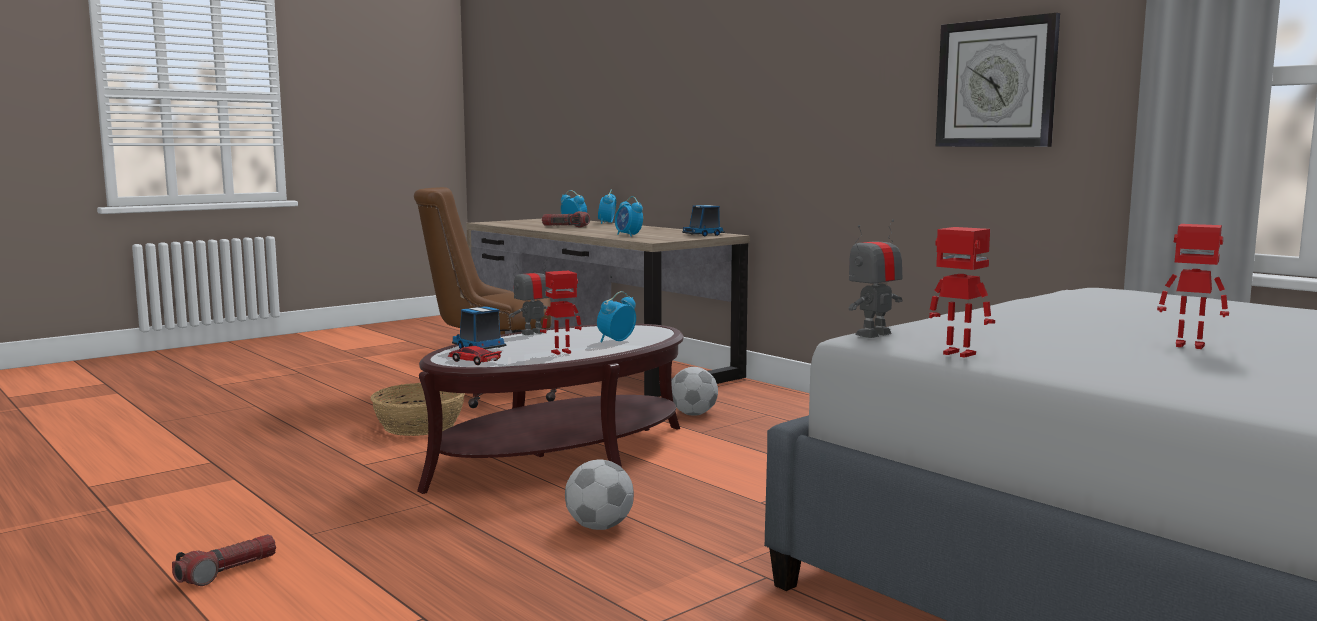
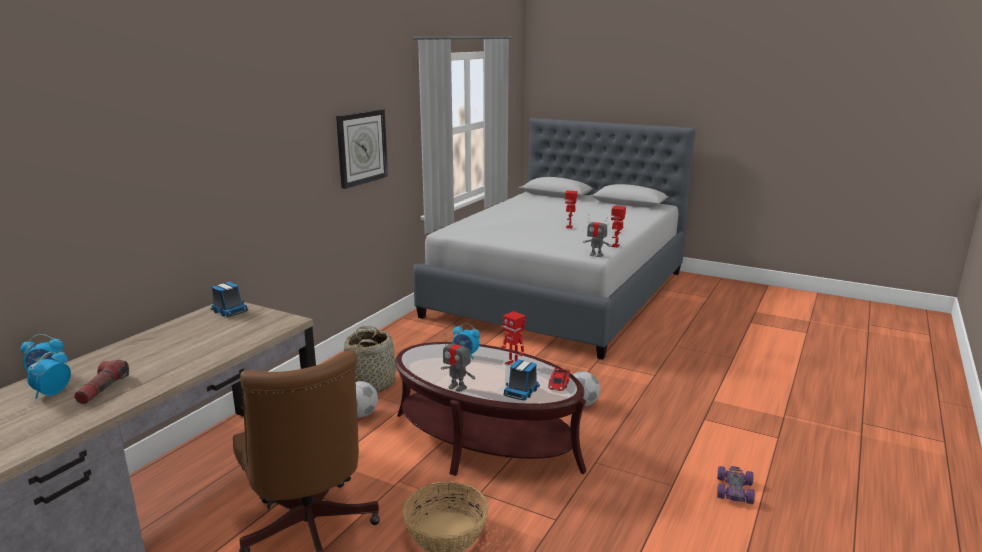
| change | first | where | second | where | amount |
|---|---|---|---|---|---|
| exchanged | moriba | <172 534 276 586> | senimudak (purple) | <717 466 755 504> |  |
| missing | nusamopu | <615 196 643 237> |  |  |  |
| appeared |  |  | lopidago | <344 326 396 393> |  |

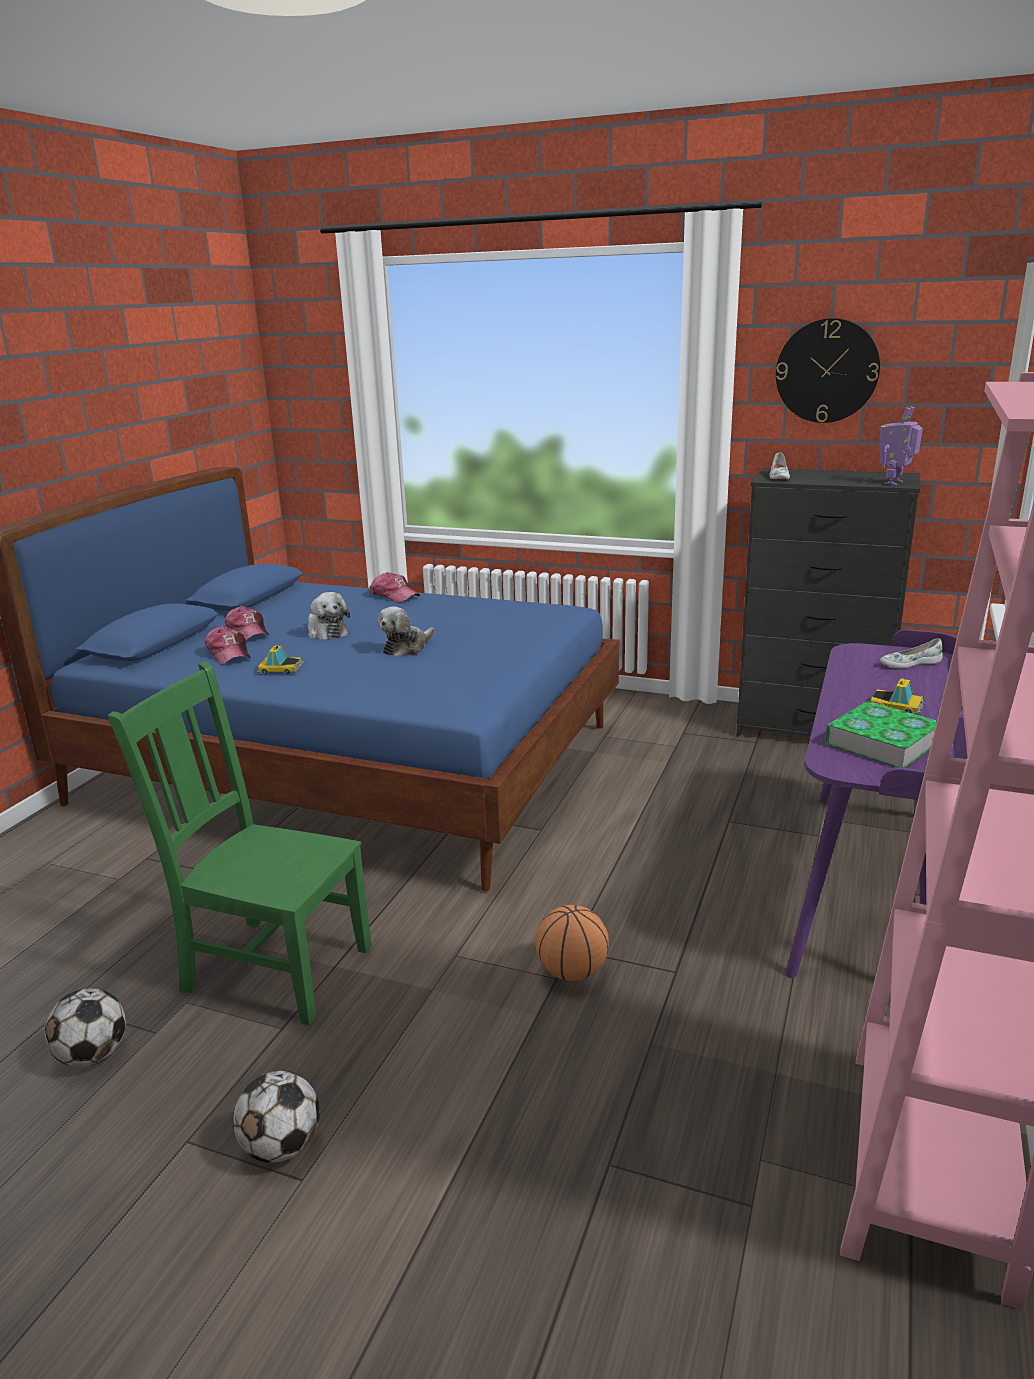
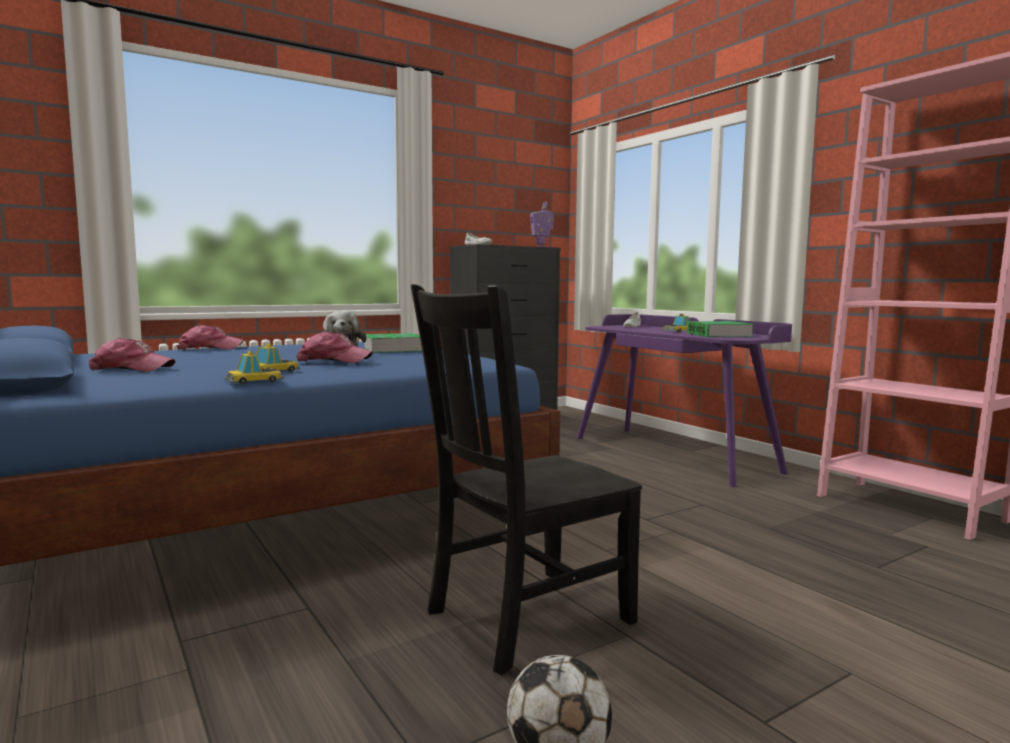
| change | first | where | second | where | amount |
|---|---|---|---|---|---|
| colour | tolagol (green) | <108 661 372 1026> | tolagol (black) | <411 284 642 675> |  |
| relocated | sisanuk | <205 626 251 664> |  | <296 331 373 363> |  |
| missing | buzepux | <233 1070 320 1163> |  |  |  |
| missing | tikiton | <308 592 350 640> |  |  |  |
| missing | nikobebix | <535 905 609 981> |  |  |  |
| missing | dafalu | <776 318 880 423> |  |  |  |
| appeared |  |  | senimudak | <224 351 284 384> |  |
| appeared |  |  | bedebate | <364 333 422 353> |  |

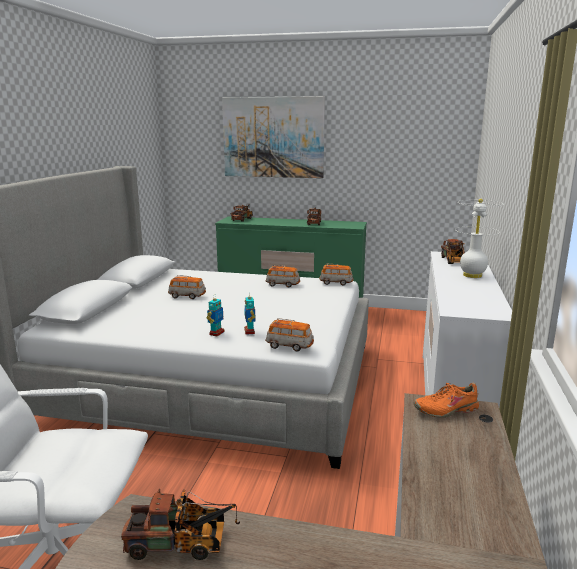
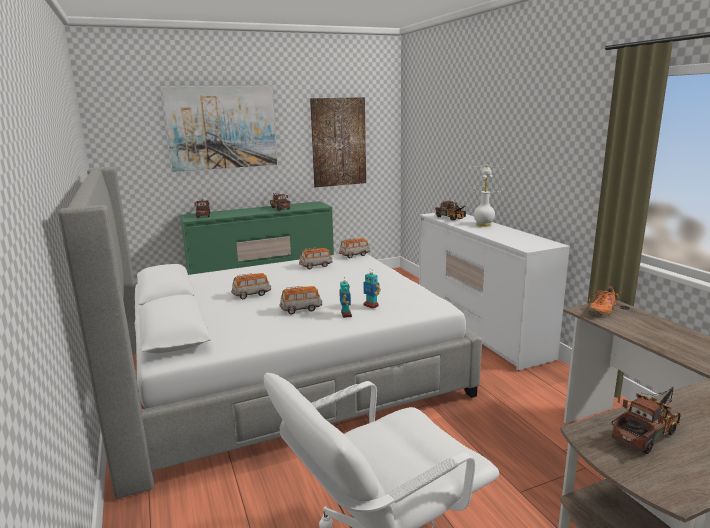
| change | first | where | second | where | amount |
|---|---|---|---|---|---|
| relocated | senimudak | <265 318 314 351> |  | <280 286 322 314> |  |
| appeared |  |  | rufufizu | <310 97 366 187> |  |

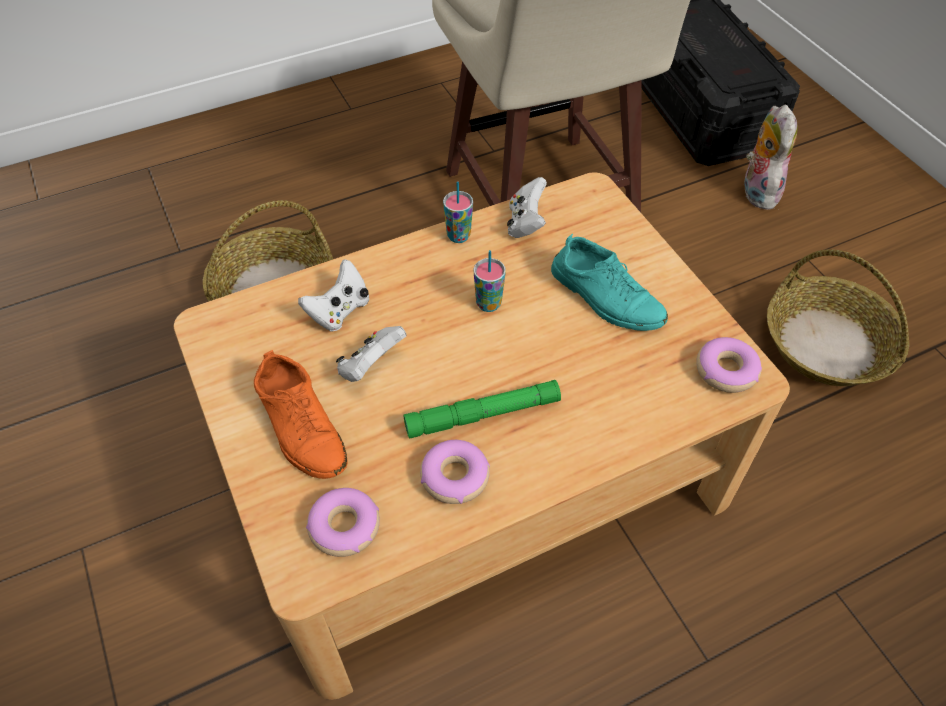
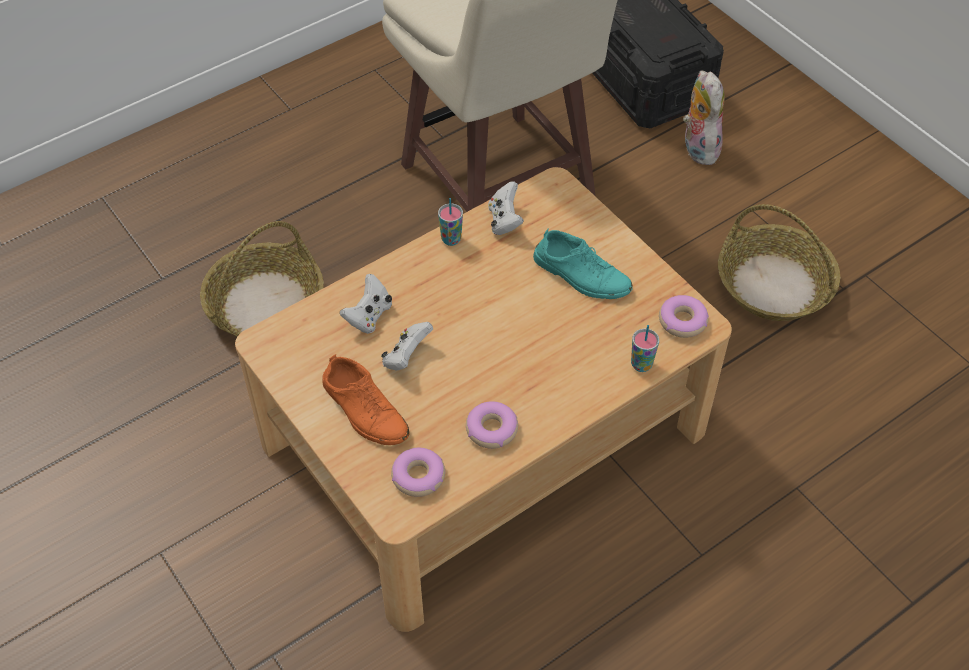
| change | first | where | second | where | amount |
|---|---|---|---|---|---|
| missing | moriba (green) | <403 380 561 439> |  |  |  |
| relocated | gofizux | <474 250 506 312> |  | <631 325 659 372> |  |

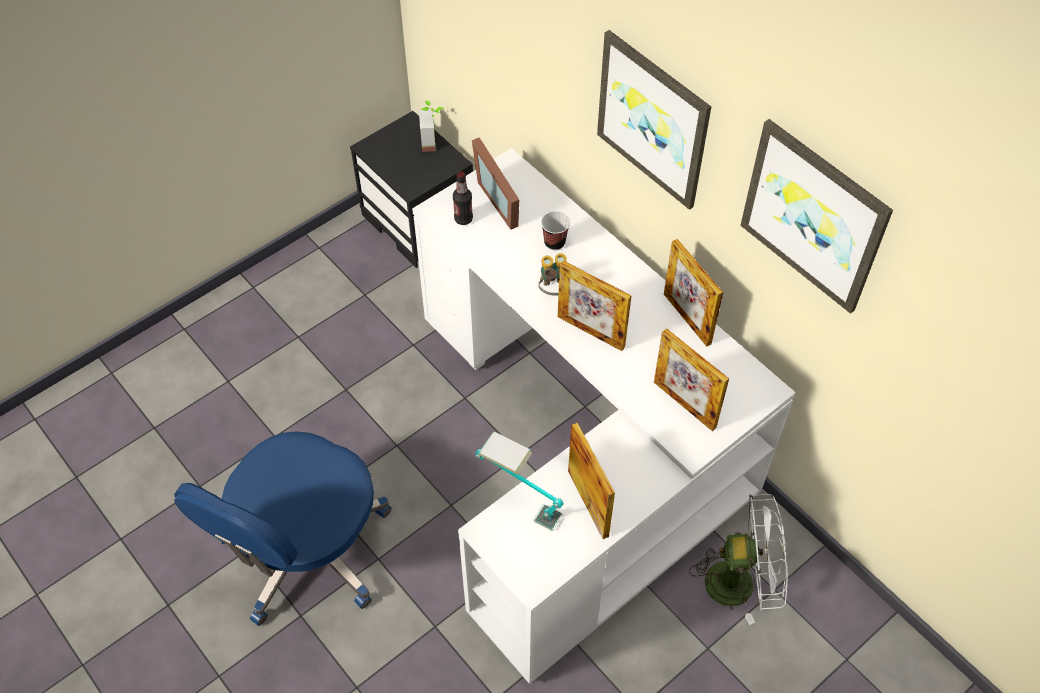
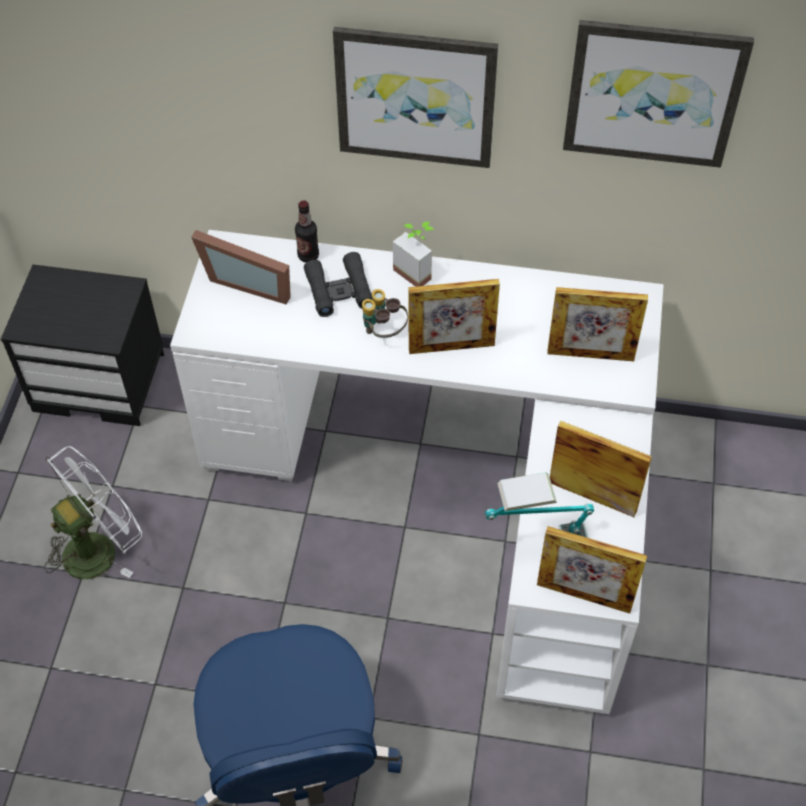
| change | first | where | second | where | amount |
|---|---|---|---|---|---|
| relocated | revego | <419 101 444 152> |  | <393 221 434 287> |  |
| relocated | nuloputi | <453 171 473 225> |  | <295 200 319 263> |  |
| exchanged | gofizux | <541 211 570 251> | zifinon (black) | <304 252 372 317> |  |
| relocated | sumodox | <664 239 723 347> |  | <537 526 647 614> |  |
| relocated | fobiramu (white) | <689 494 788 625> |  | <44 446 142 579> |  |

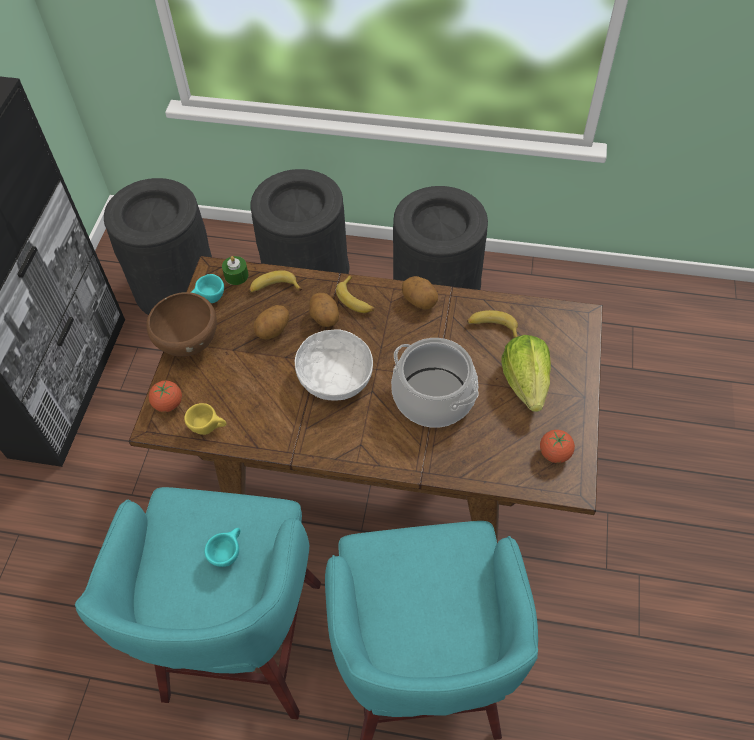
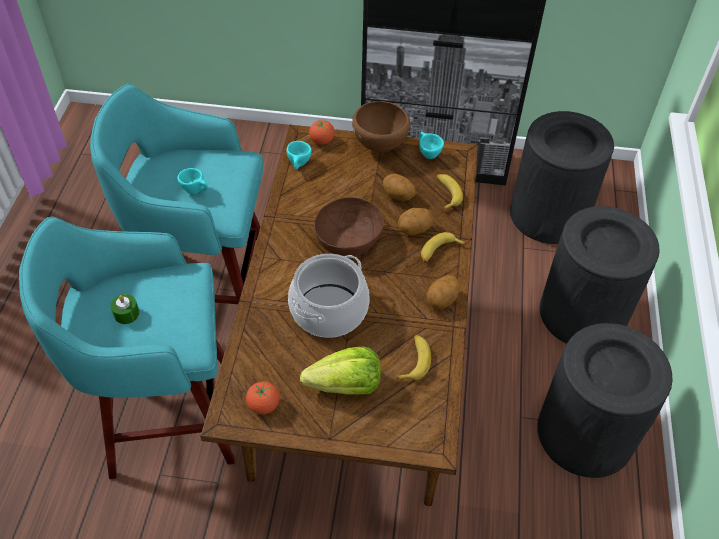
| change | first | where | second | where | amount |
|---|---|---|---|---|---|
| colour | gofizux (yellow) | <184 403 227 435> | gofizux (turquoise) | <287 141 312 169> |  |
| relocated | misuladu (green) | <222 256 249 285> |  | <111 294 139 324> |  |
| colour | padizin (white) | <295 329 373 401> | padizin (brown) | <314 197 384 256> |  |

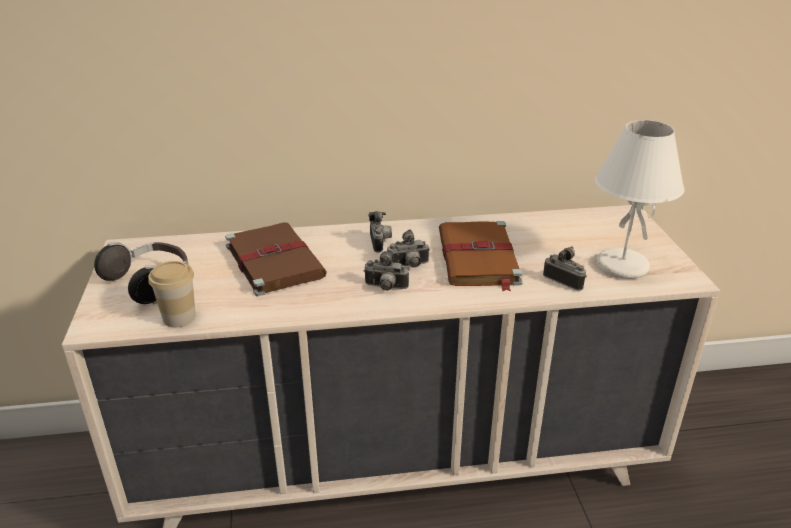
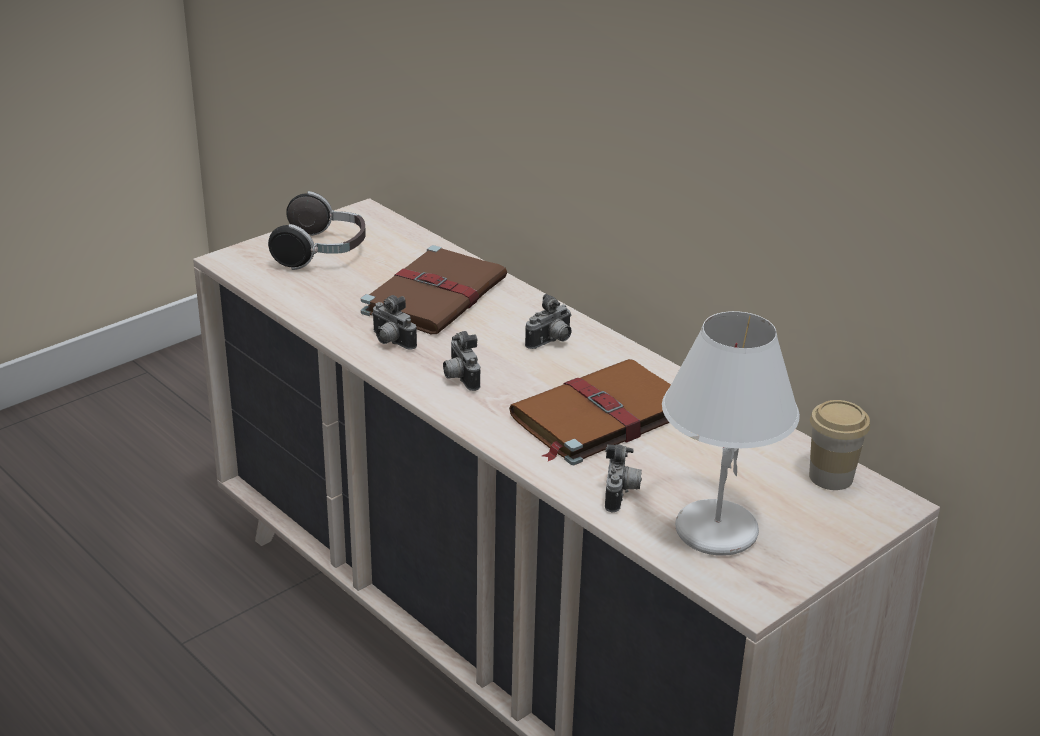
| change | first | where | second | where | amount |
|---|---|---|---|---|---|
| relocated | gofizux | <148 261 196 327> |  | <809 400 870 490> |  |
| relocated | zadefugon | <387 230 430 268> |  | <372 295 417 350> |  |

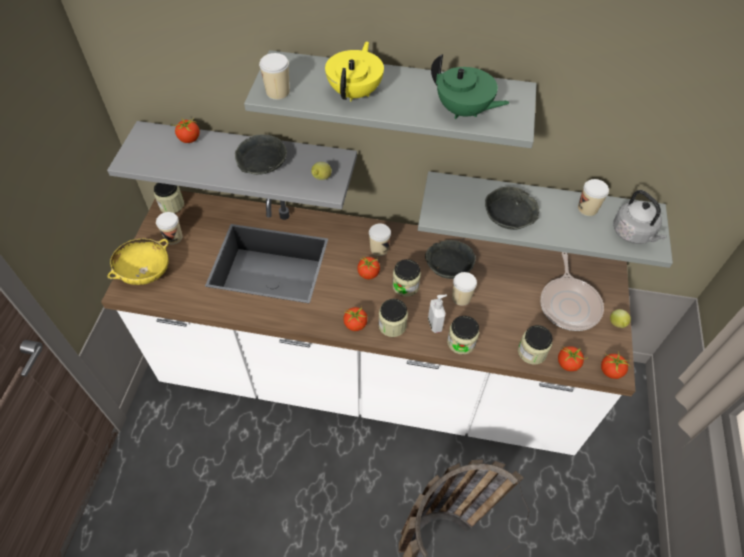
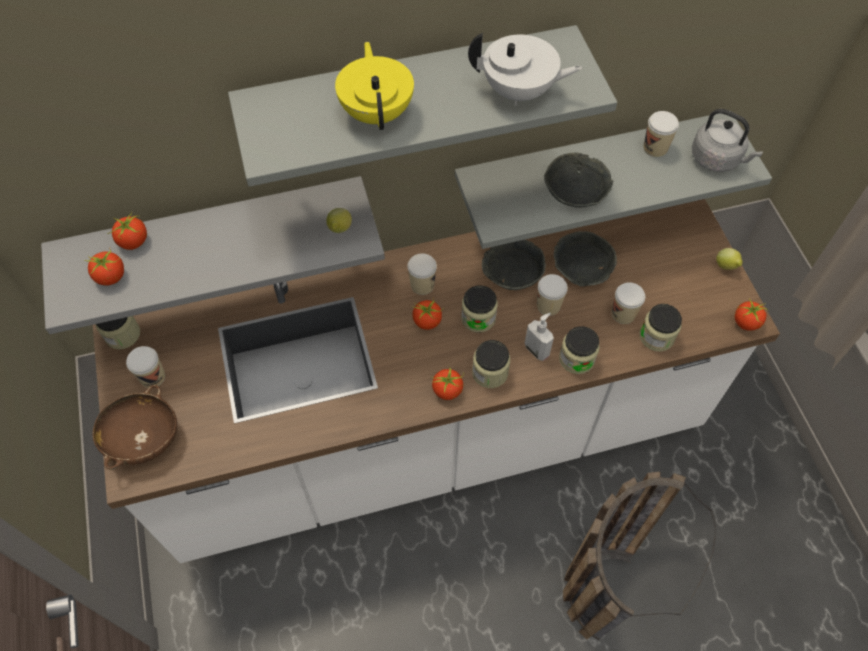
| change | first | where | second | where | amount |
|---|---|---|---|---|---|
| colour | padizin (yellow) | <107 239 169 285> | padizin (brown) | <92 385 177 470> |  |
| relocated | padizin (grey) | <235 134 287 175> |  | <554 231 617 287> |  |
| relocated | gofizux | <259 53 290 100> |  | <612 282 645 324> |  |
| colour | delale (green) | <431 54 510 119> | delale (white) | <468 33 583 106> |  |
| missing | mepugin | <540 252 604 331> |  |  |  |
| relocated | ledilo | <558 346 587 371> |  | <84 248 124 285> |  |

